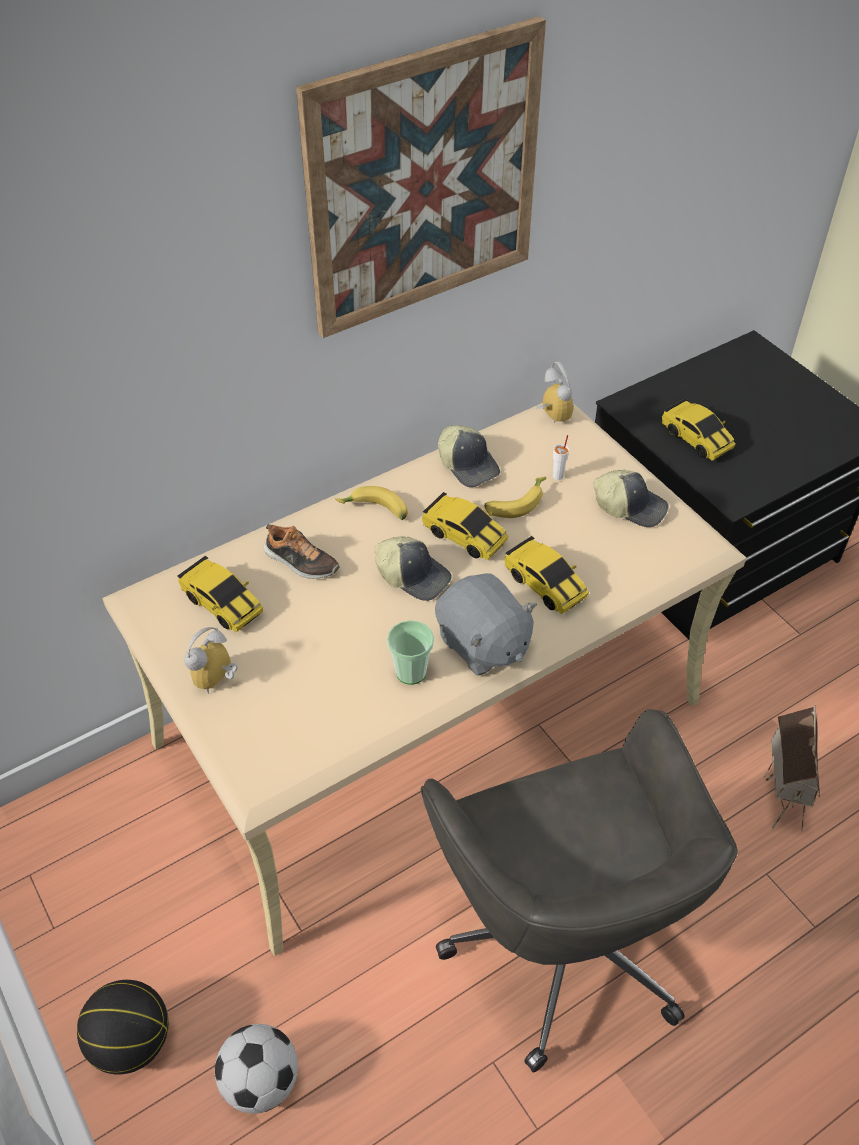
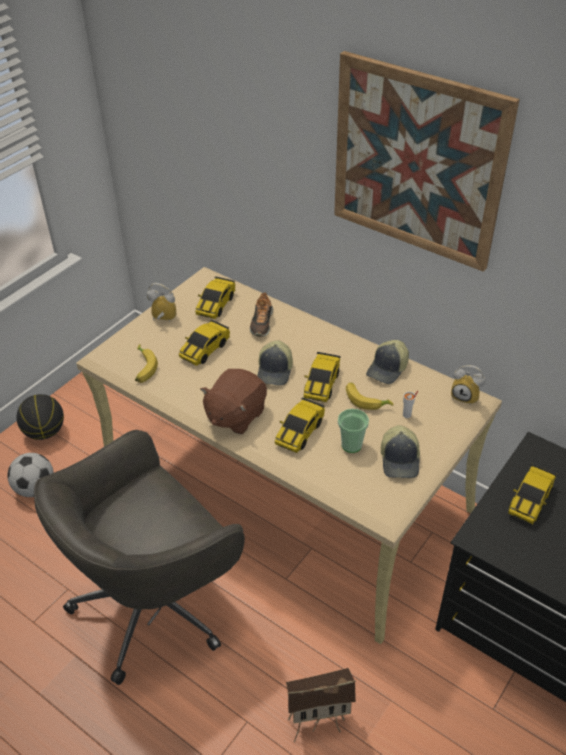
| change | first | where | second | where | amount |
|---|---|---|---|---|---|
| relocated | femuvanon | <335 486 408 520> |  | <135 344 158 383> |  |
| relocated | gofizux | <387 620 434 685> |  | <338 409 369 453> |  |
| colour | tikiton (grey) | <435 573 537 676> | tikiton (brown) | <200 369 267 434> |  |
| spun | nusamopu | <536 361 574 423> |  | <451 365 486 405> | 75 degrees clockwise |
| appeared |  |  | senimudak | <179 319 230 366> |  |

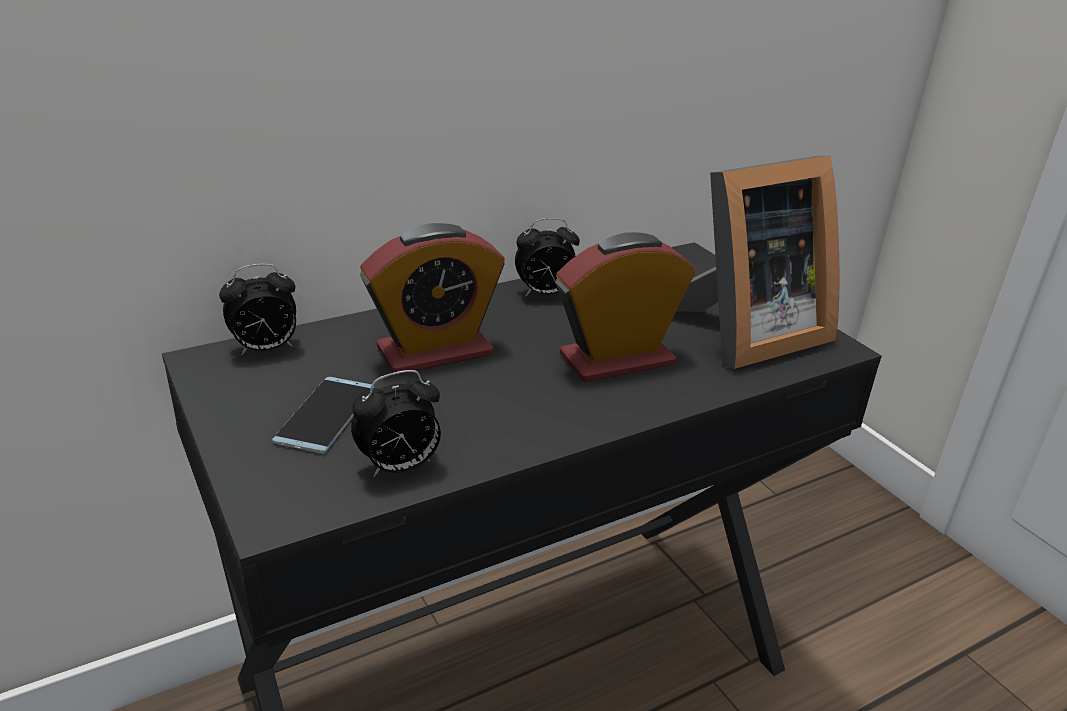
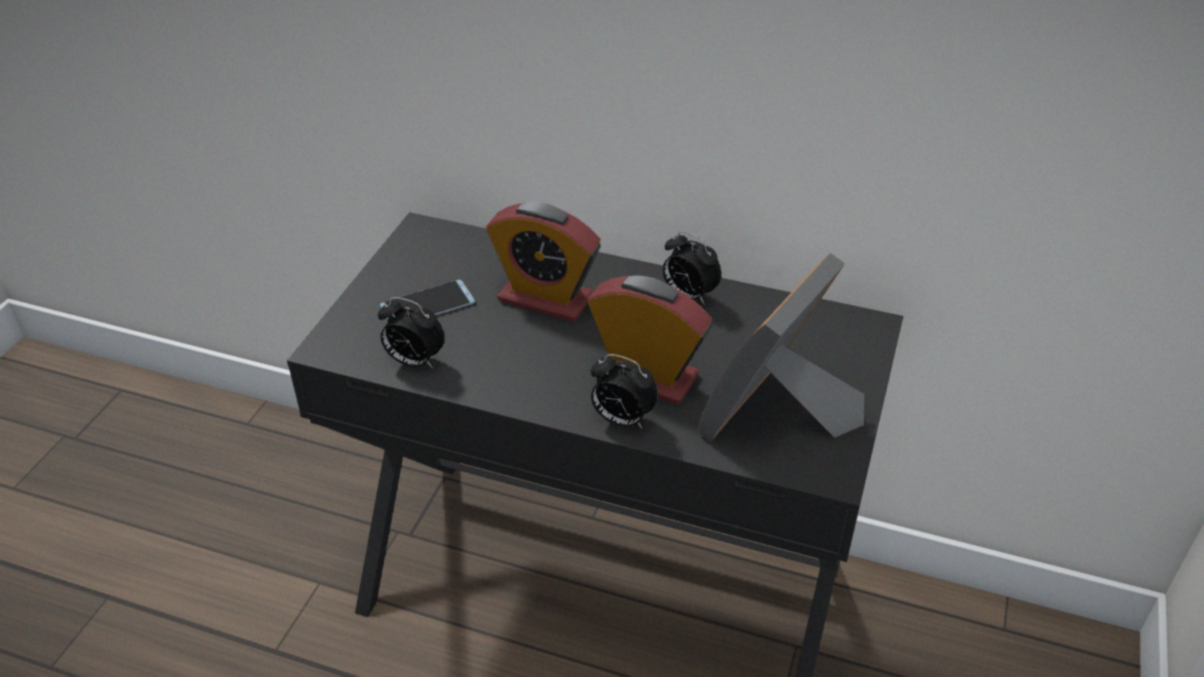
| change | first | where | second | where | amount |
|---|---|---|---|---|---|
| relocated | nusamopu | <219 264 296 355> |  | <591 354 658 429> |  |
| spun | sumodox | <677 155 839 369> |  | <697 253 864 442> | 105 degrees clockwise |

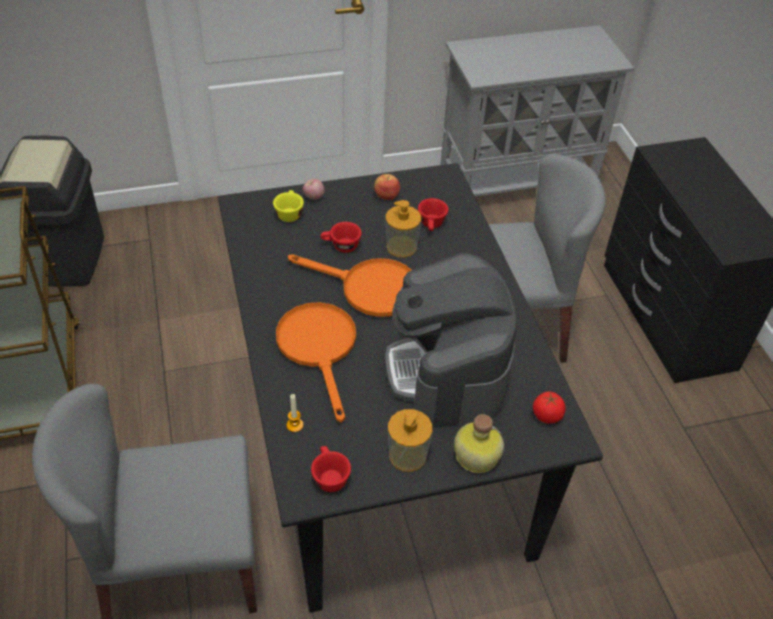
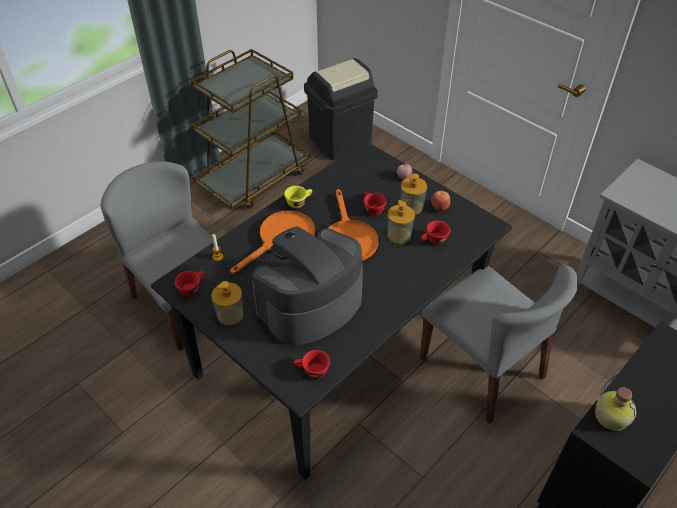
| change | first | where | second | where | amount |
|---|---|---|---|---|---|
| relocated | gofizux (yellow) | <273 190 304 222> |  | <284 186 312 208> |  |
| relocated | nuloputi | <454 414 504 473> |  | <595 387 637 431> |  |
| exchanged | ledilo | <533 392 566 424> | gofizux (red) | <293 350 330 379> |  |
| appeared |  |  | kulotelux | <401 173 427 215> |  |

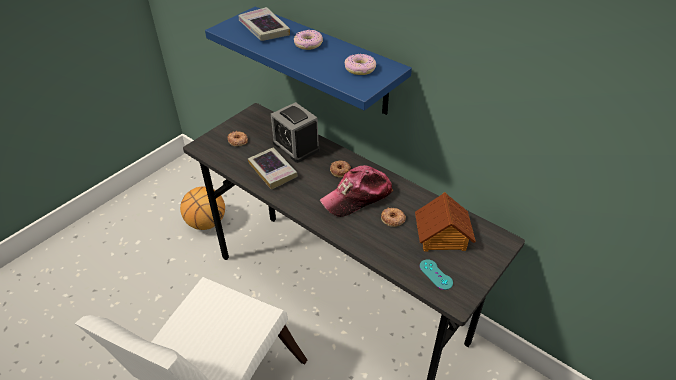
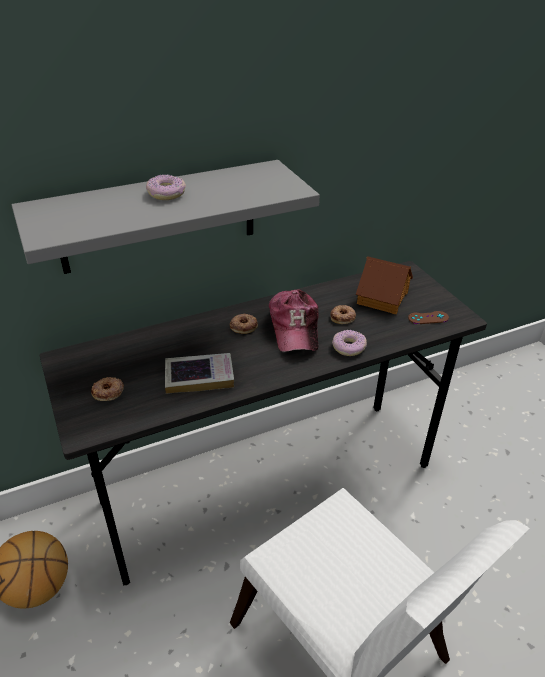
| change | first | where | second | where | amount |
|---|---|---|---|---|---|
| colour | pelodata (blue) | <205 6 412 115> | pelodata (grey) | <12 160 320 274> |  |
| missing | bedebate | <239 7 290 41> |  |  |  |
| missing | nusamopu | <271 102 320 163> |  |  |  |
| relocated | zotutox | <345 54 376 75> |  | <332 330 367 356> |  |
| colour | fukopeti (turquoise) | <420 260 453 290> | fukopeti (brown) | <408 311 449 324> |  |

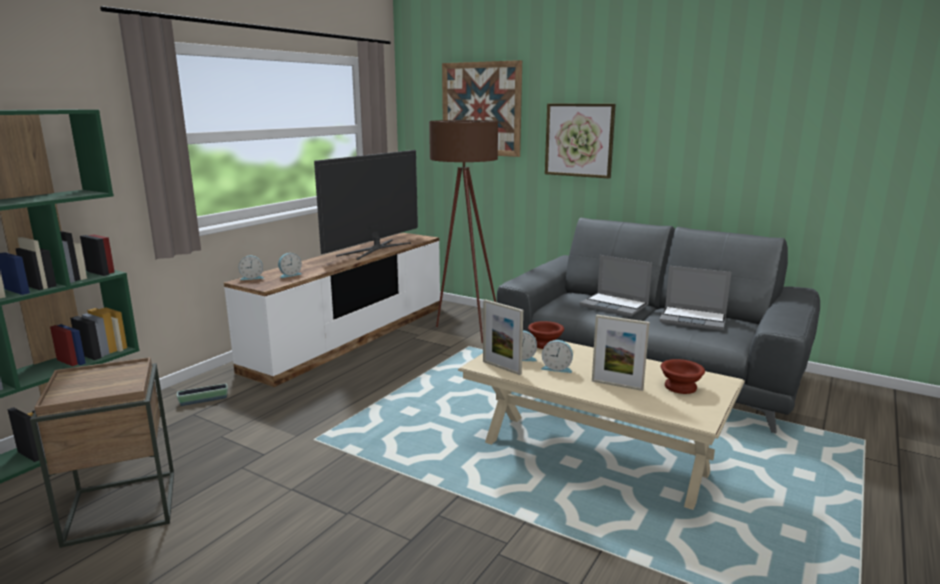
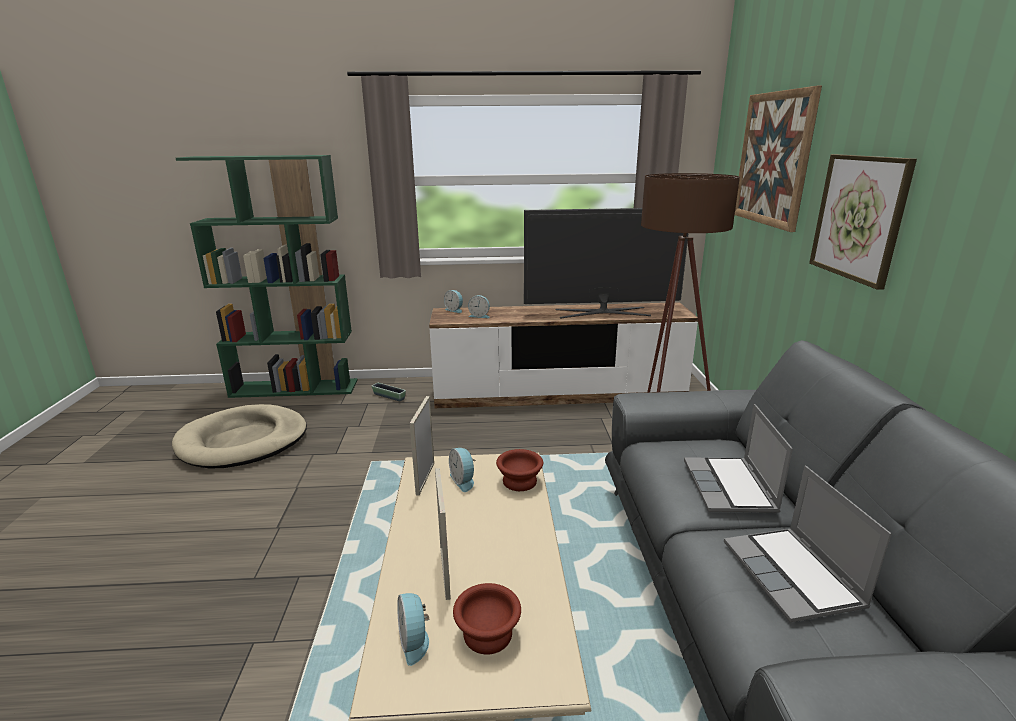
| change | first | where | second | where | amount |
|---|---|---|---|---|---|
| exchanged | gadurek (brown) | <30 357 174 548> | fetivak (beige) | <172 404 307 469> |  |
| relocated | nusamopu | <541 340 573 373> |  | <397 593 429 666> |  |

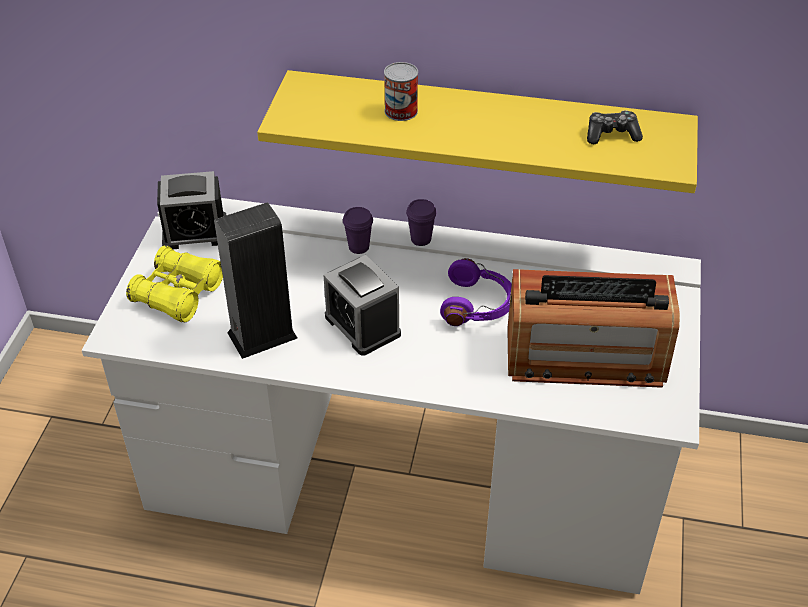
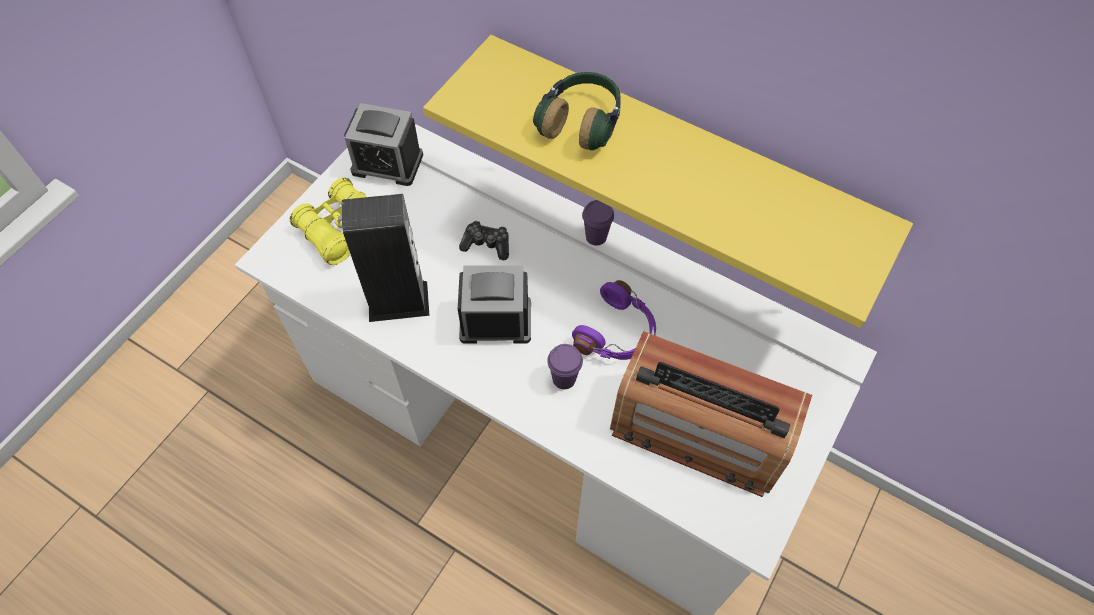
| change | first | where | second | where | amount |
|---|---|---|---|---|---|
| spun | nusamopu | <324 255 401 356> |  | <458 265 531 344> | 105 degrees clockwise |
| relocated | gofizux (purple) | <343 207 373 254> |  | <547 344 583 389> |  |
| exchanged | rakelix | <384 62 418 121> | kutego | <533 72 621 150> |  |
| relocated | fukopeti | <587 110 643 144> |  | <459 221 509 260> |  |

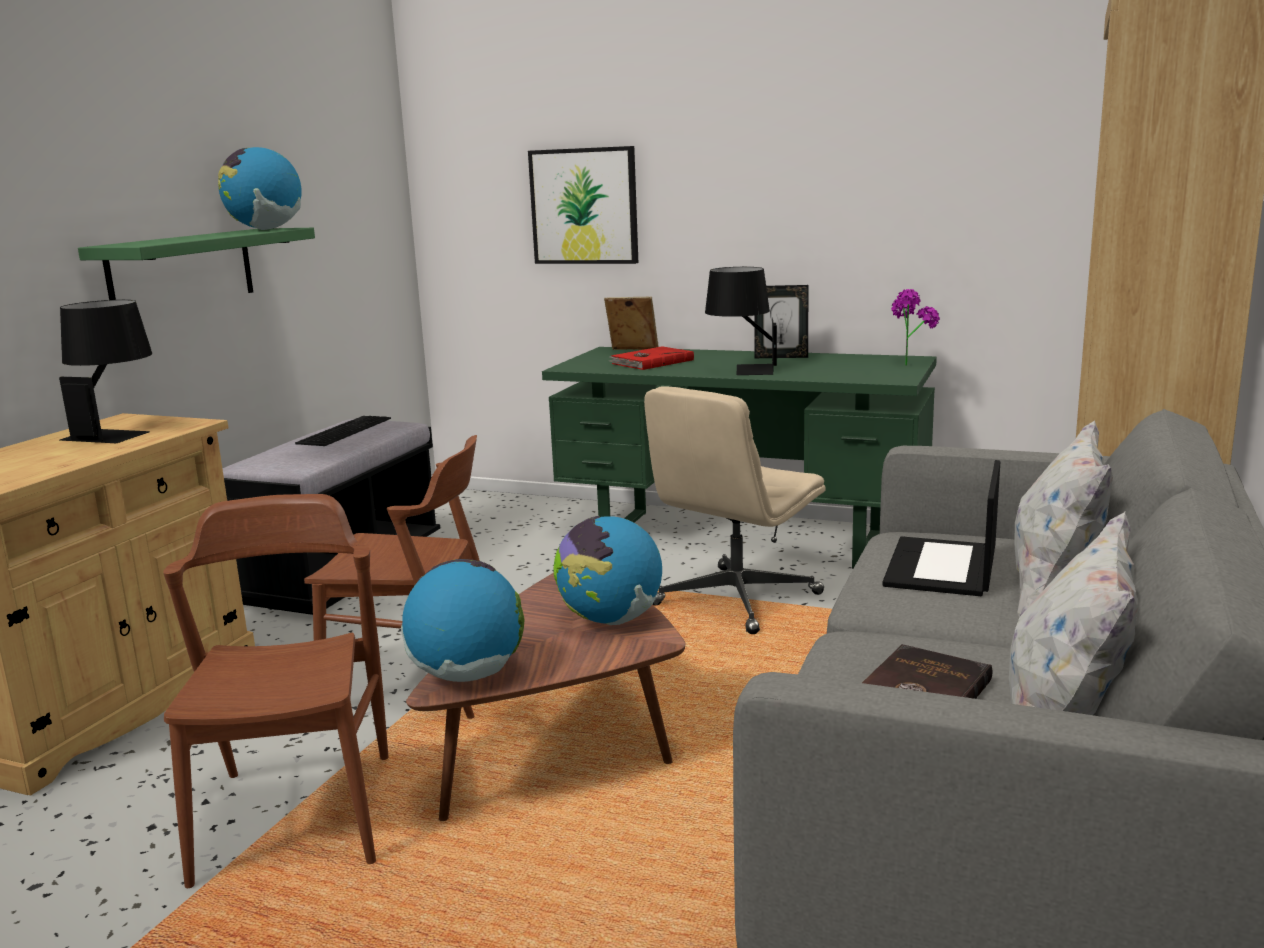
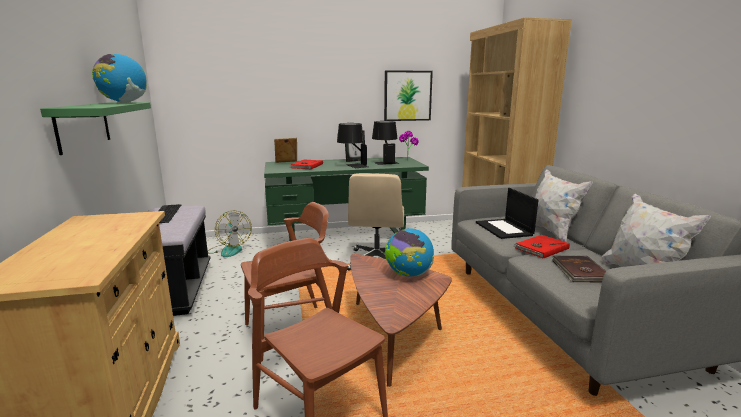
| change | first | where | second | where | amount |
|---|---|---|---|---|---|
| relocated | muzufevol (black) | <59 300 152 443> |  | <372 121 400 165> |  |
| missing | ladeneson | <401 559 524 682> |  |  |  |
| relocated | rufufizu | <528 146 638 264> |  | <384 70 433 121> |  |
| appeared |  |  | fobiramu | <208 210 252 257> |  |
| appeared |  |  | bedebate (red) | <514 235 570 258> |  |

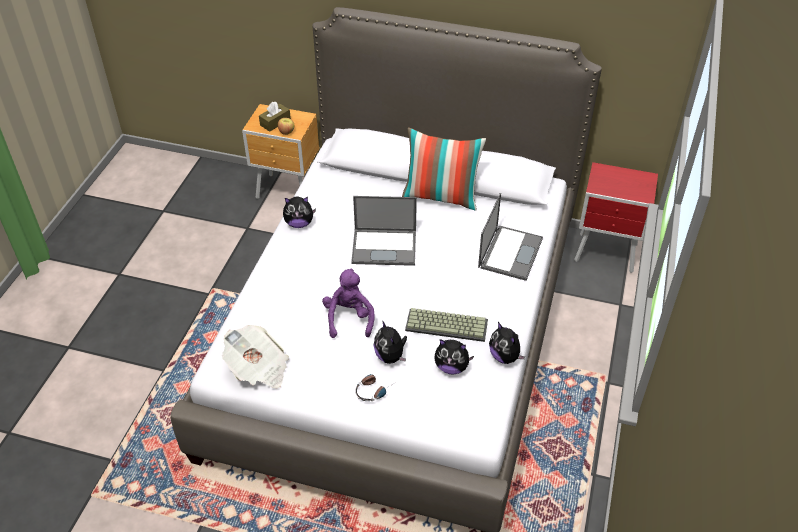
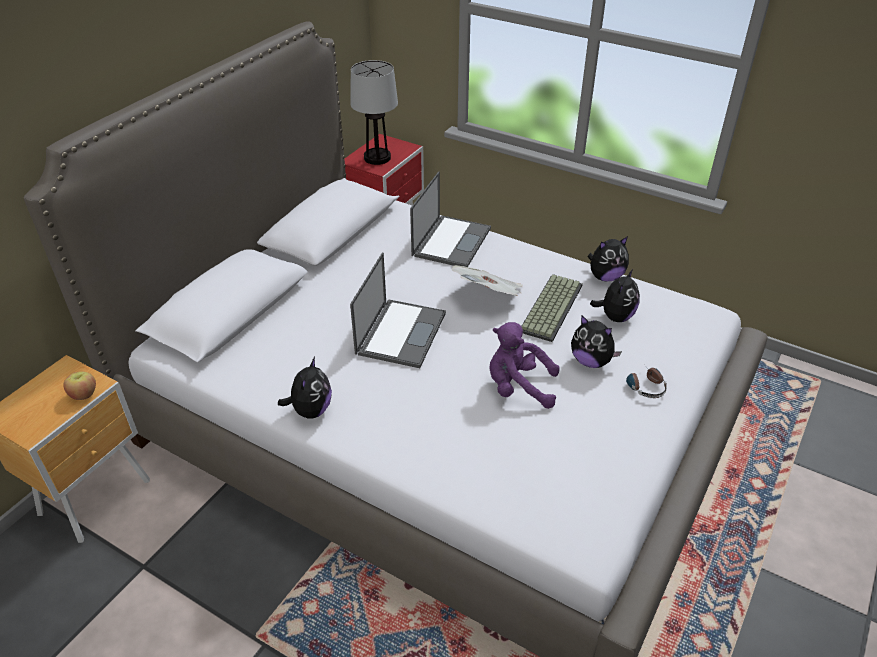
| change | first | where | second | where | amount |
|---|---|---|---|---|---|
| relocated | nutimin | <222 325 289 389> |  | <452 265 523 296> |  |
| missing | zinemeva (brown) | <259 102 291 132> |  |  |  |
| spun | tikiton | <374 320 407 364> |  | <571 315 622 368> | 45 degrees clockwise |
| missing | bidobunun | <402 128 486 210> |  |  |  |
| spun | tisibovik | <478 193 543 281> |  | <410 171 491 267> | 75 degrees clockwise |
| appeared |  |  | muzufevol | <350 60 398 165> |  |

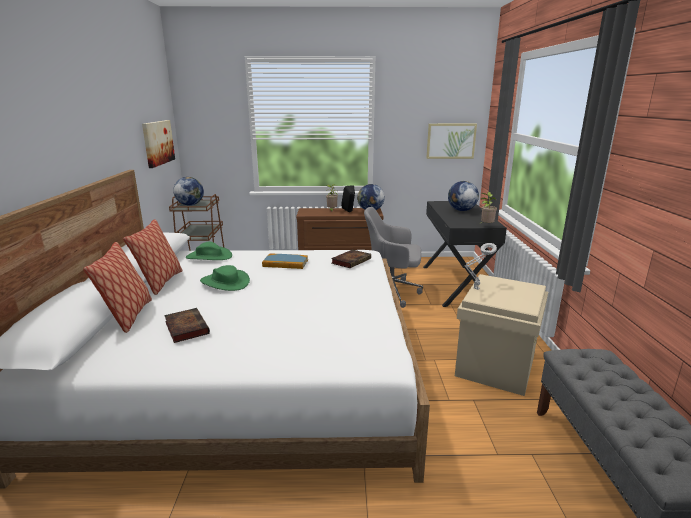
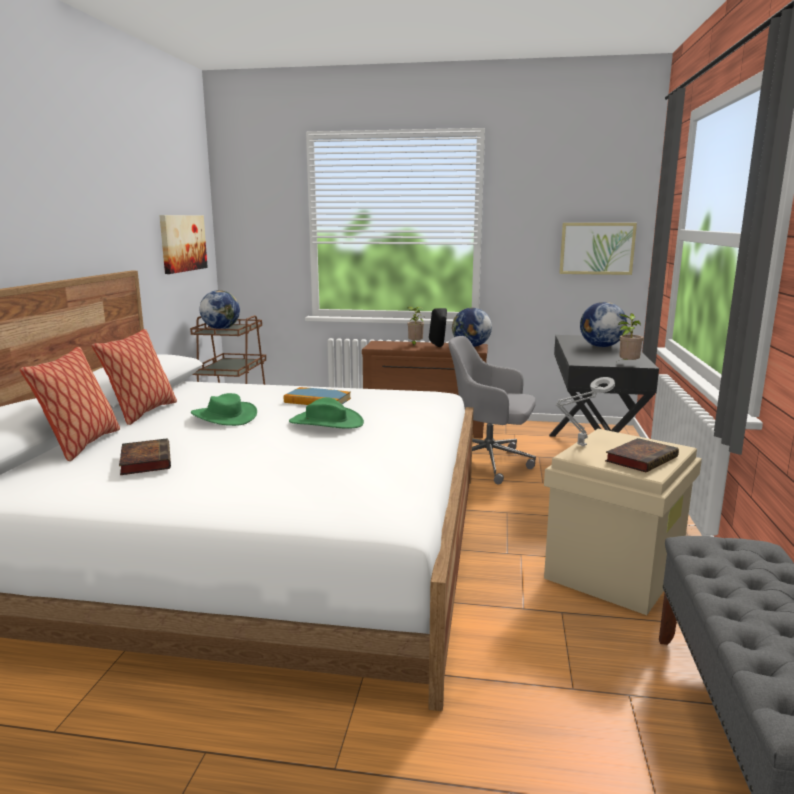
| change | first | where | second | where | amount |
|---|---|---|---|---|---|
| relocated | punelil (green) | <186 242 232 260> |  | <289 397 364 429> |  |
| relocated | bedebate | <331 250 371 268> |  | <605 438 679 472> |  |

